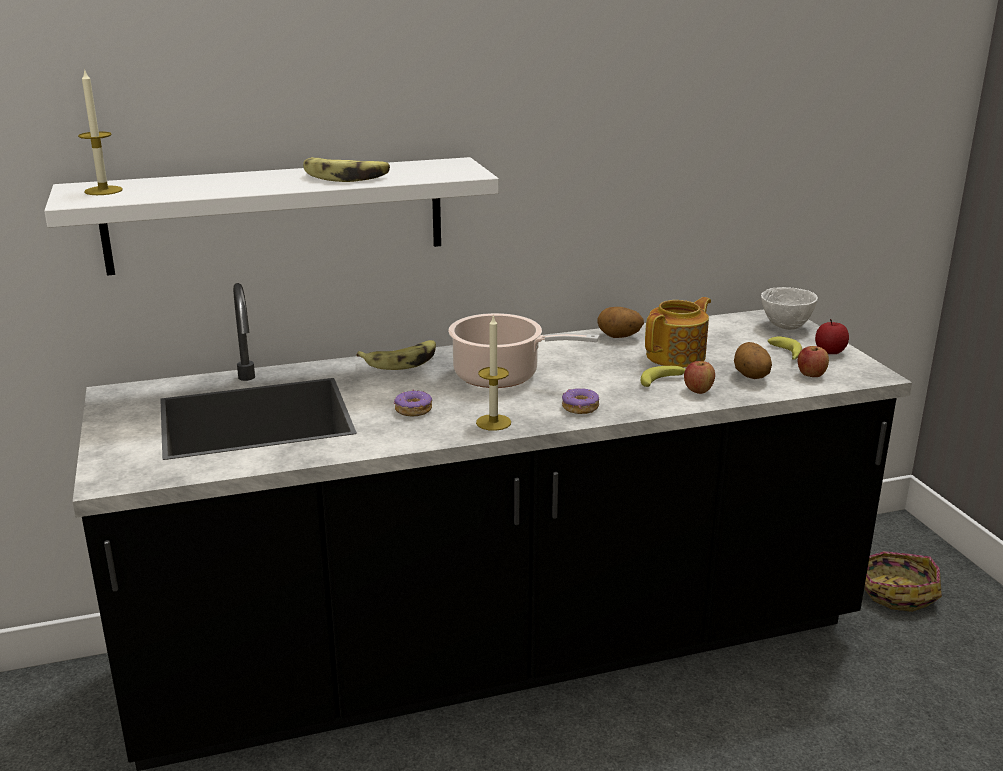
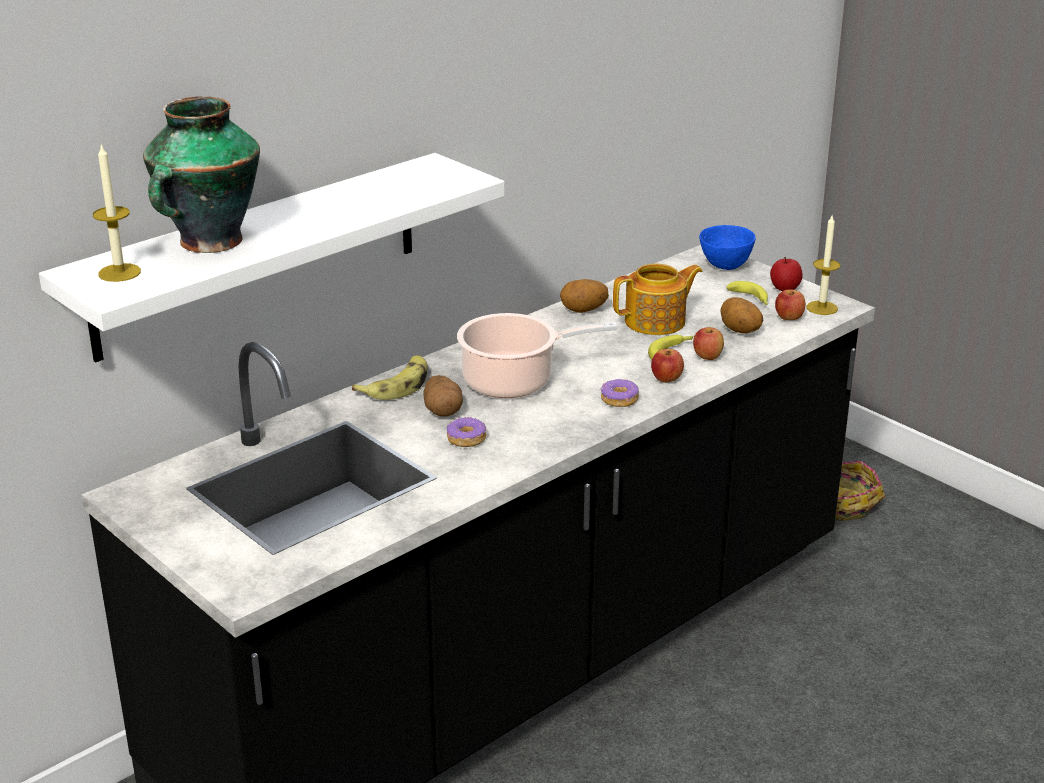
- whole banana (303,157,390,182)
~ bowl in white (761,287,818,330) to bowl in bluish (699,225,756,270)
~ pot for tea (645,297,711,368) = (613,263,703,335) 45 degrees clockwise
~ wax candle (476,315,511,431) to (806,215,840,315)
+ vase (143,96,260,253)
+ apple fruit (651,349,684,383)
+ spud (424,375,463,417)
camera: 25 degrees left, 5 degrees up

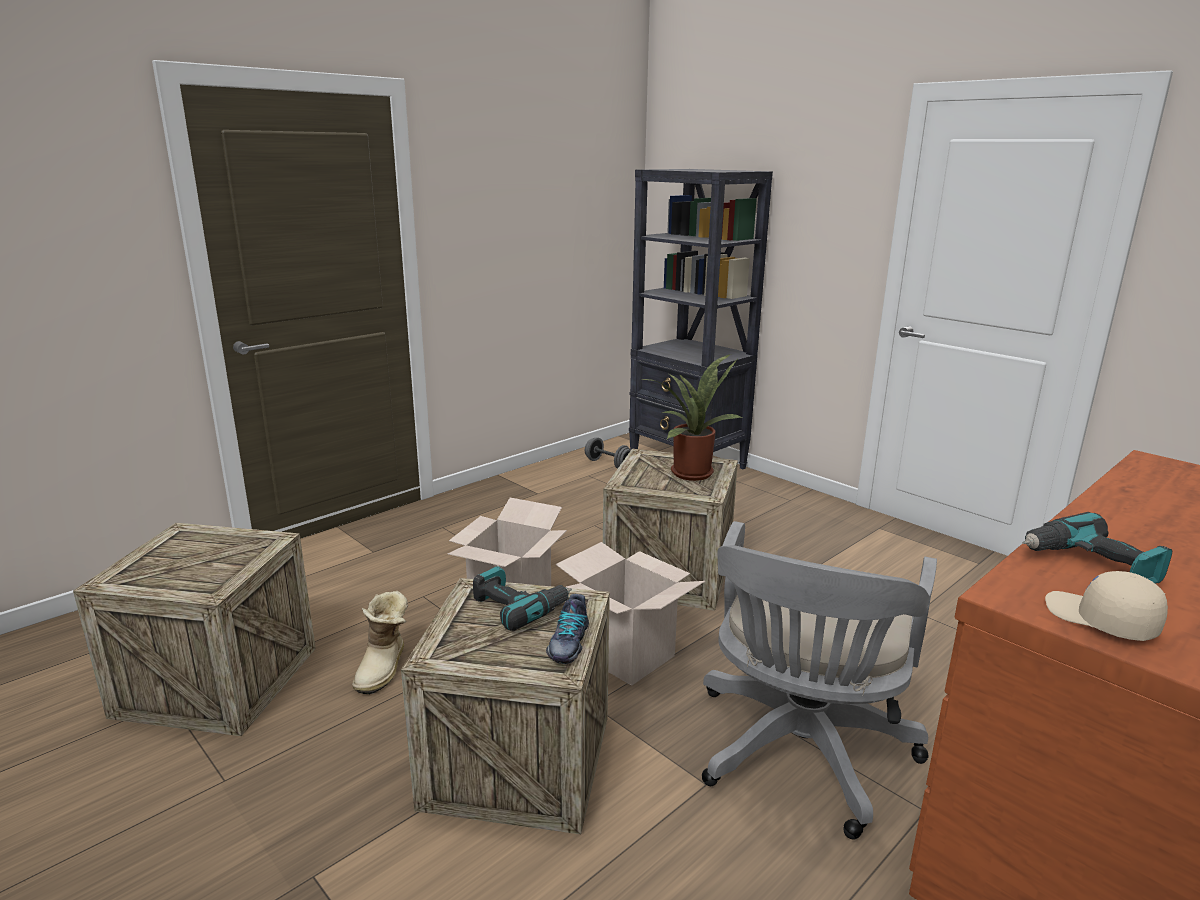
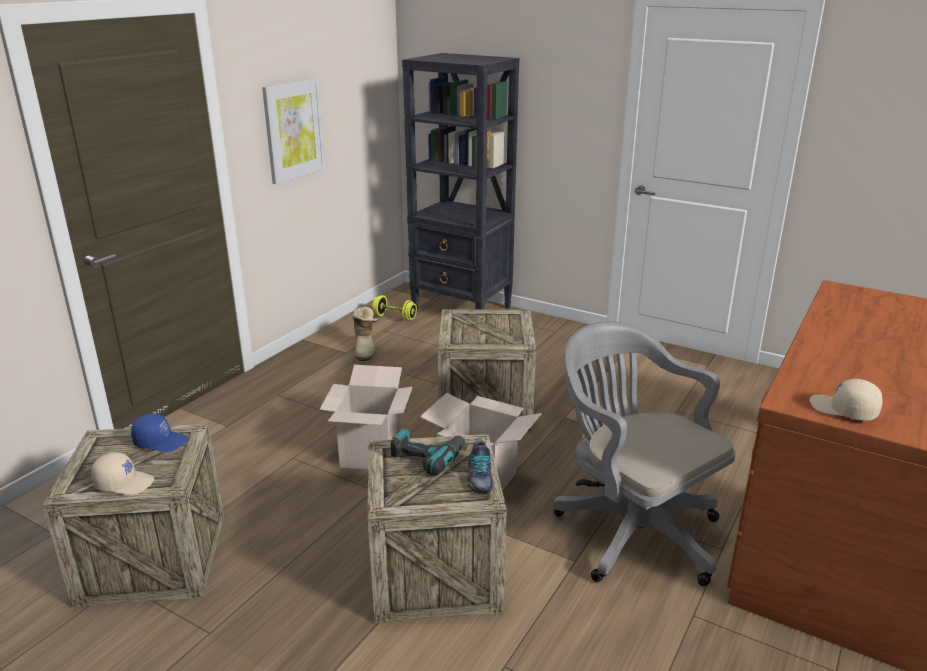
- plant in a pot (643,354,742,481)
~ free weight in greyish (585,437,631,469) to free weight in yellow (372,295,417,321)
- drill (1023,512,1172,584)
~ office chair in greyish (702,521,937,839) = (553,321,735,586) 135 degrees clockwise
~ boot (352,591,408,695) to (353,306,378,361)
+ wall picture (262,78,326,184)
+ baseball cap in bluish (131,413,188,452)
+ baseball cap in beige (92,452,154,495)
camera: 15 degrees left, 5 degrees up

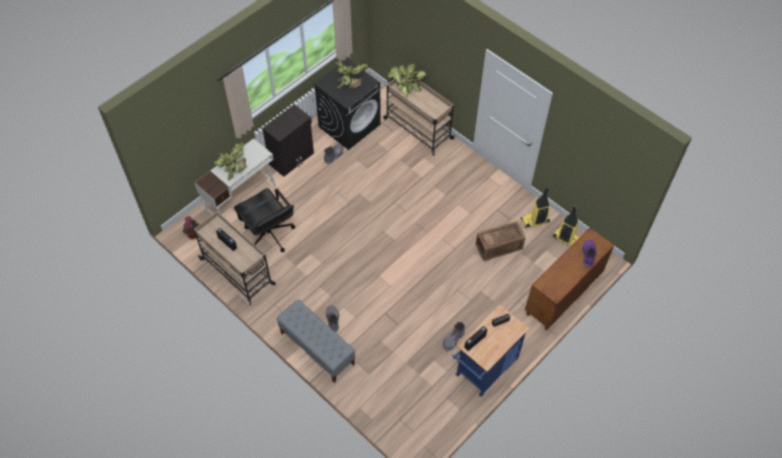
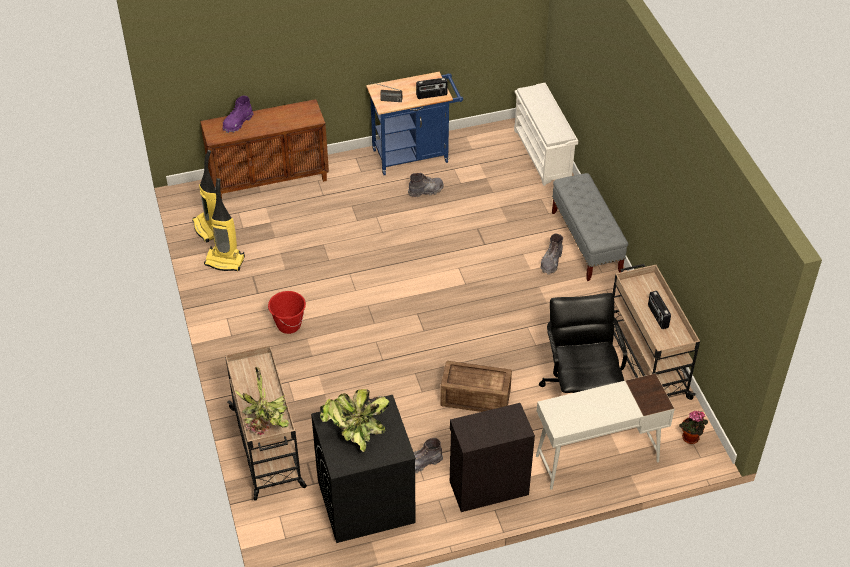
- plant in a pot (214,141,247,181)
~ shipping crate (476,221,525,261) to (440,361,512,412)
+ shoe rack in white (514,83,578,186)
+ bucket in red-coloured (268,291,306,334)
camera: 150 degrees left, 10 degrees down

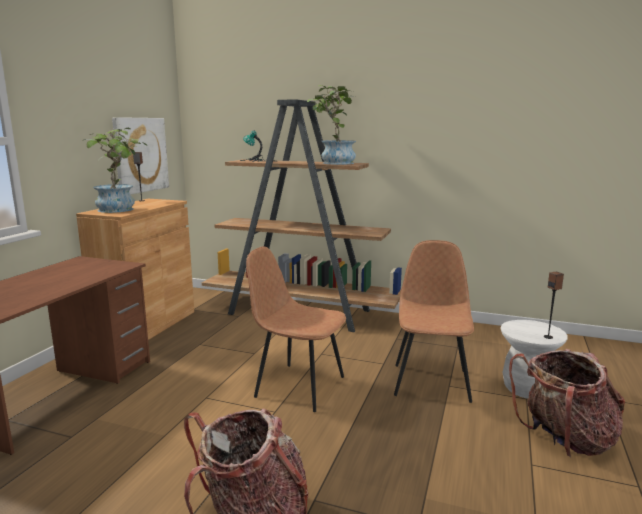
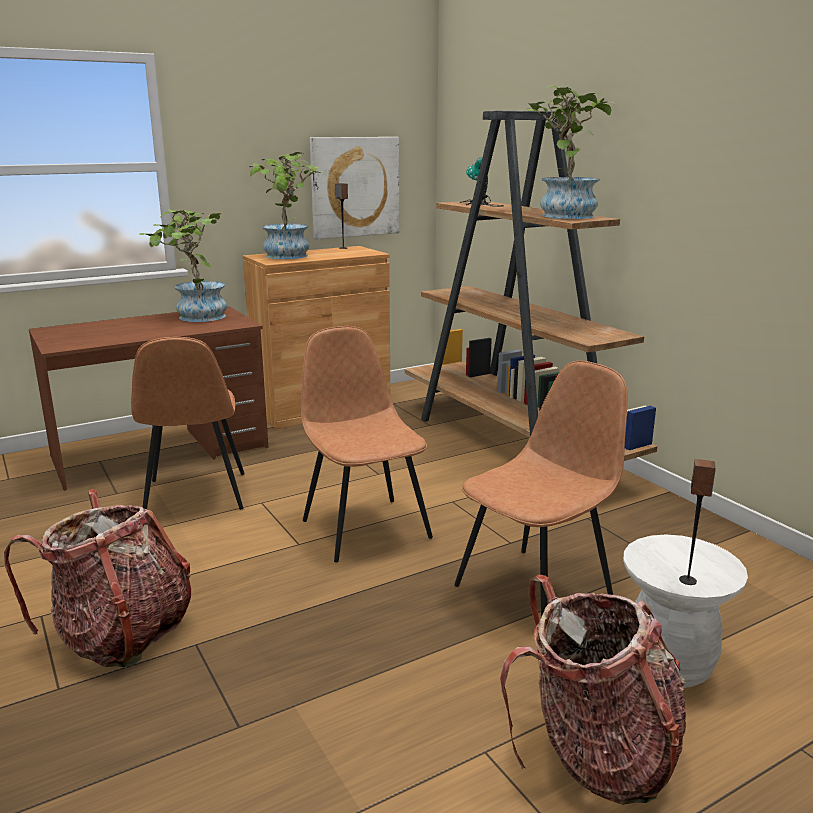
+ plant in a pot (140,209,227,322)
+ plain chair in brown-coloured (131,337,245,510)
camera: 40 degrees right, 5 degrees up

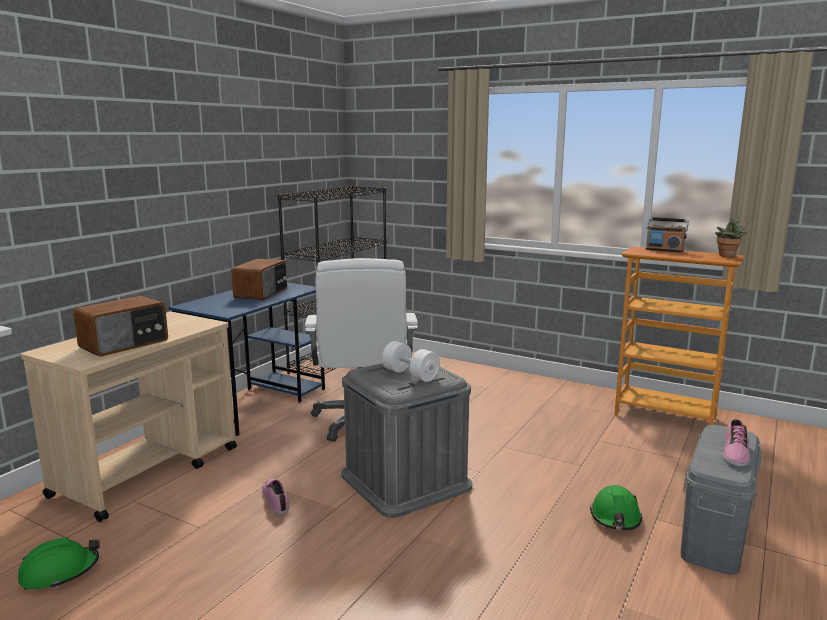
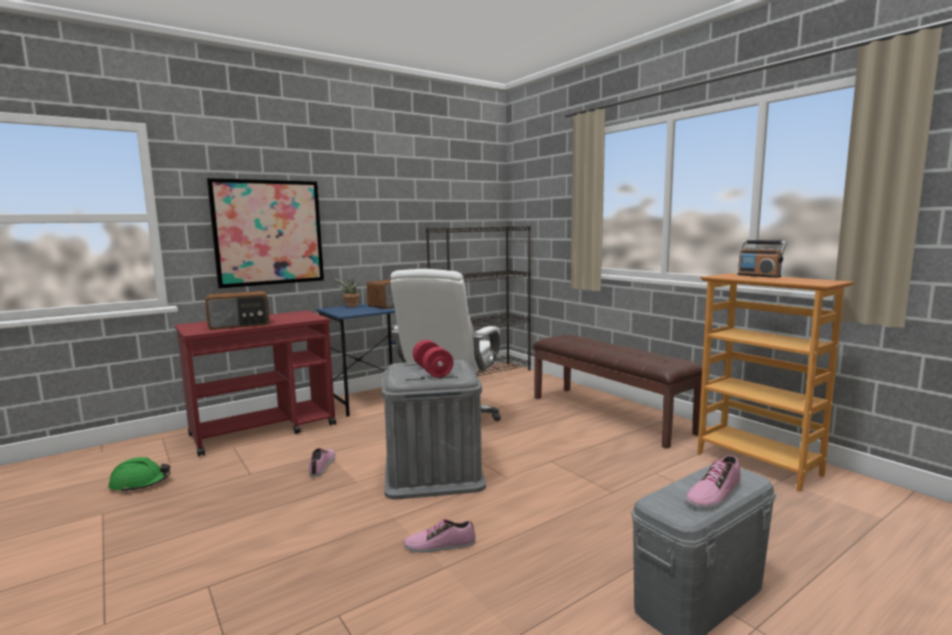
~ plant in a pot (715,216,748,257) to (332,277,361,307)
~ wheeled cart in beige (21,312,237,522) to wheeled cart in red-coloured (175,311,336,457)
~ free weight in white (382,341,440,382) to free weight in red-coloured (413,340,453,378)
- hard hat in green (590,485,642,530)
+ wall picture (207,178,324,288)
+ long seat in brown-coloured (533,335,703,449)
+ item of footwear (404,519,476,553)
camera: 25 degrees right, 5 degrees down

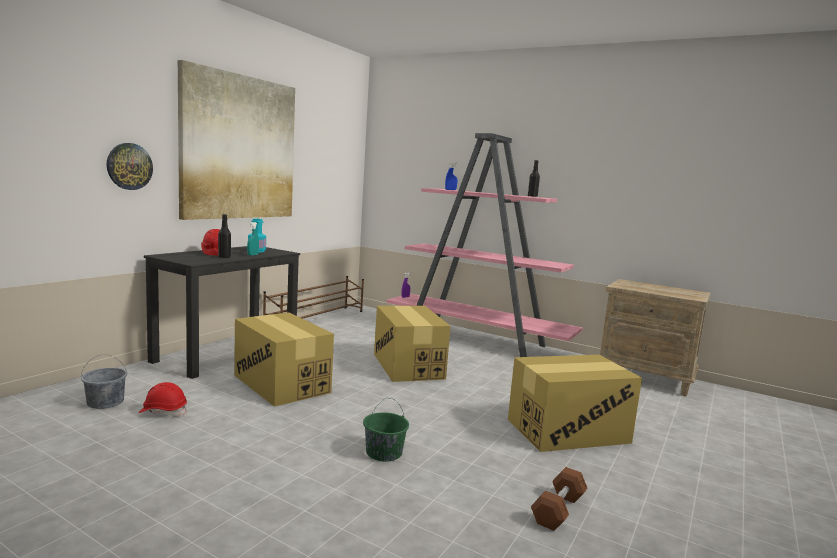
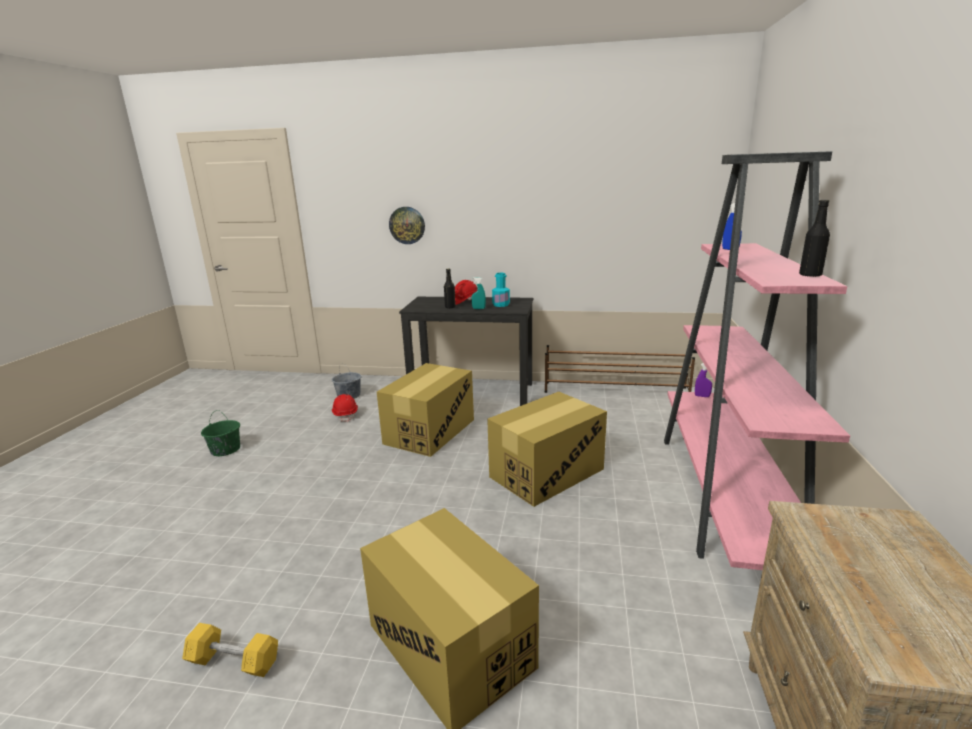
- wall picture (178,60,295,220)
~ bucket in green (363,398,409,462) to (201,410,240,456)
~ free weight in brown-coloured (531,467,587,531) to free weight in yellow (182,623,278,677)
camera: 70 degrees right, 10 degrees up

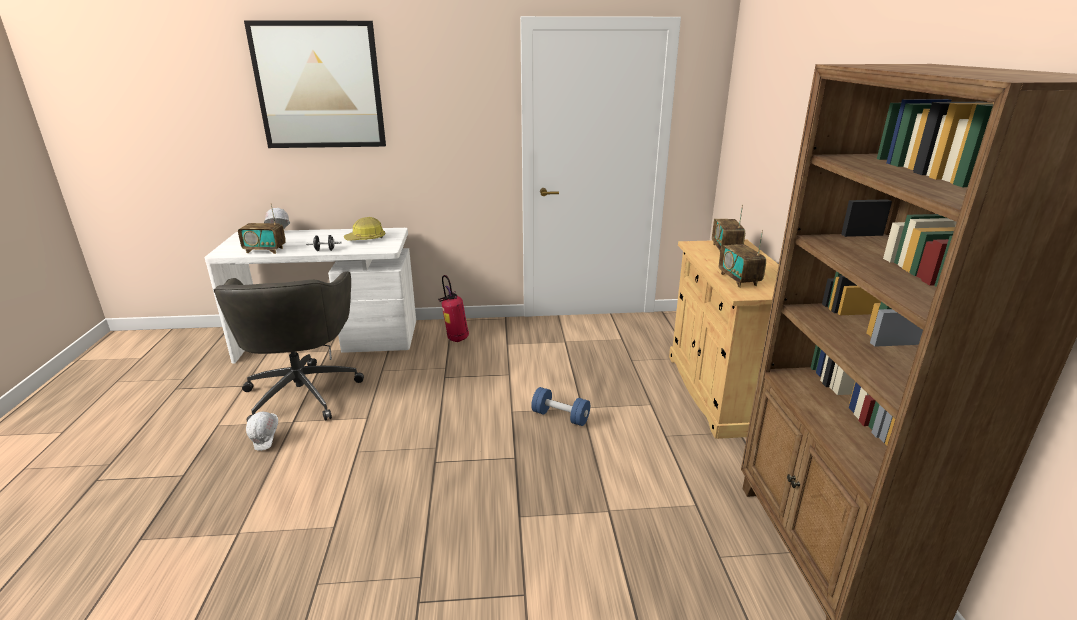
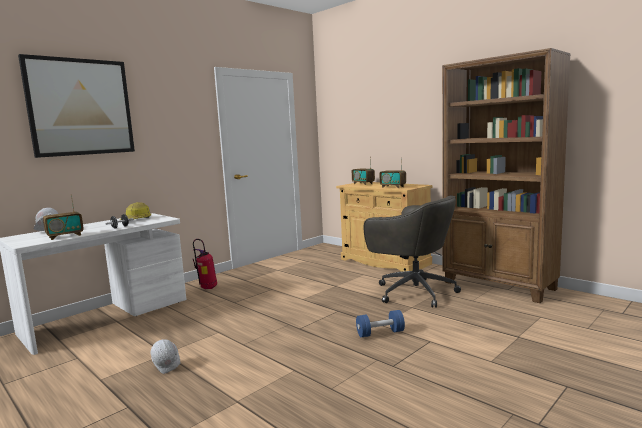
~ office chair in greyish (213,271,364,422) to (363,195,461,308)
~ free weight in bluish (531,387,590,426) to (356,310,405,337)
camera: 40 degrees left, 15 degrees down

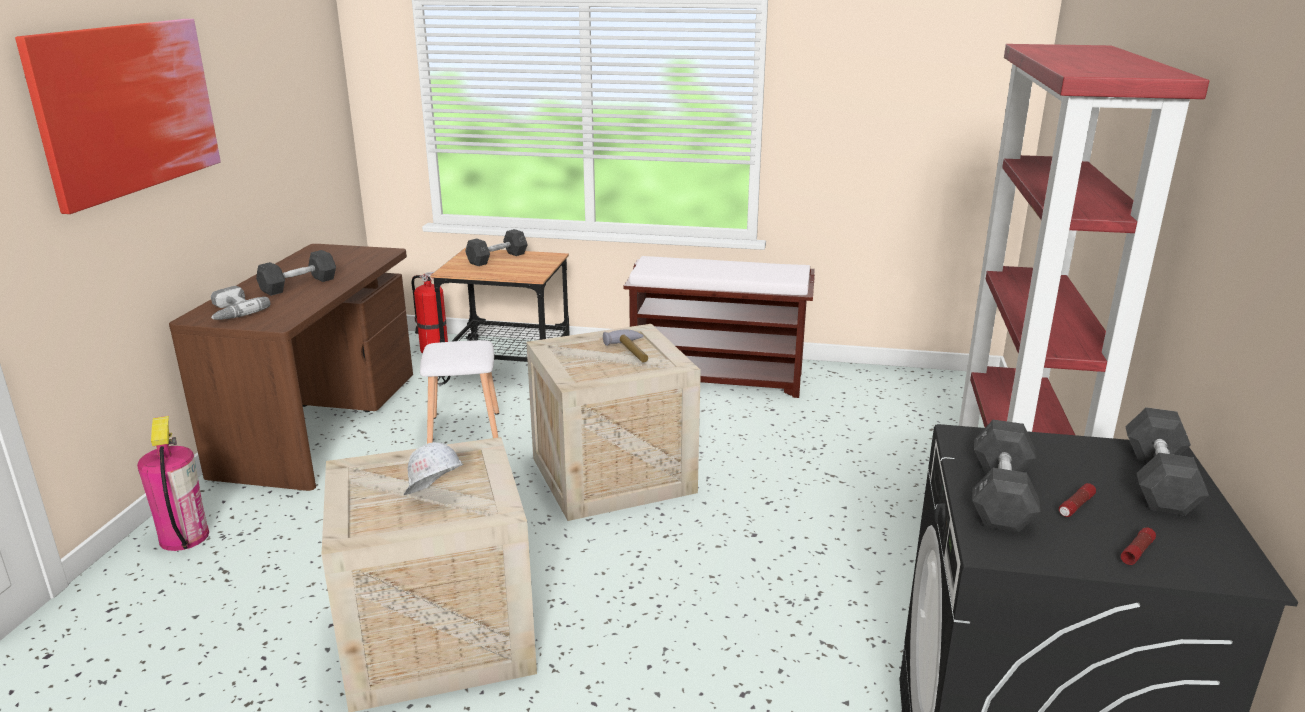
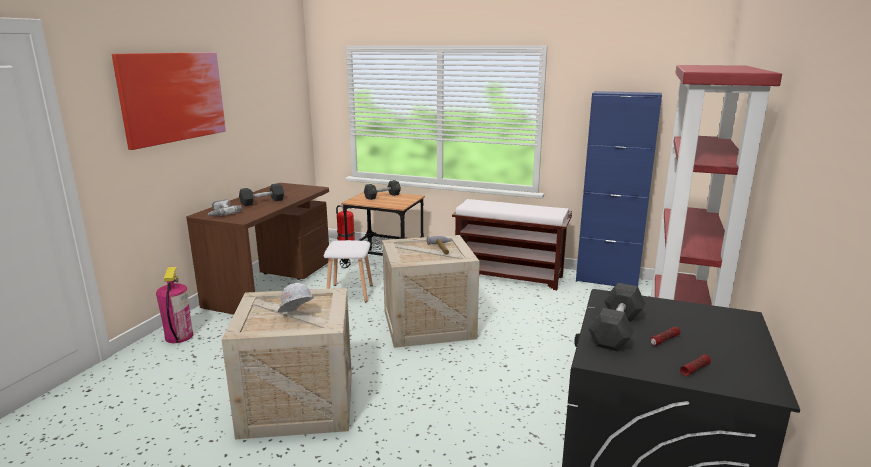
- free weight in greyish (1126,407,1209,516)
+ cupboard in bluish (576,91,662,286)
camera: 10 degrees right, 5 degrees down

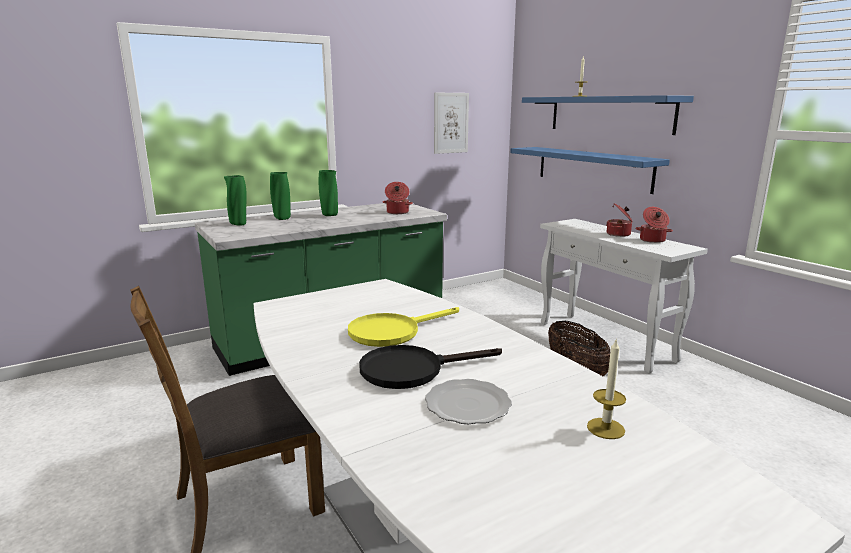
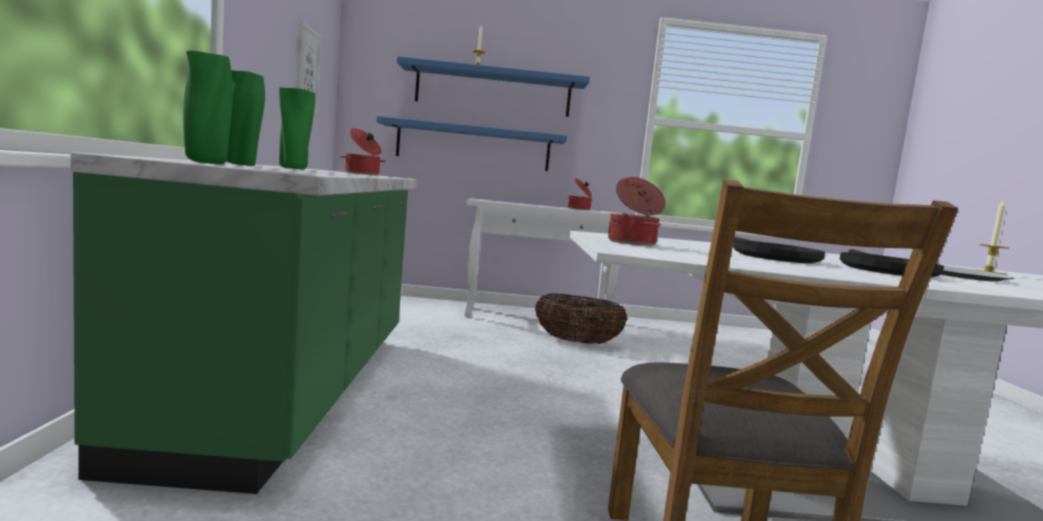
~ stockpot (606,203,632,237) to (608,177,666,246)
~ frying pan in yellow (348,307,459,347) to frying pan in black-coloured (733,237,825,263)
camera: 60 degrees left, 10 degrees down

